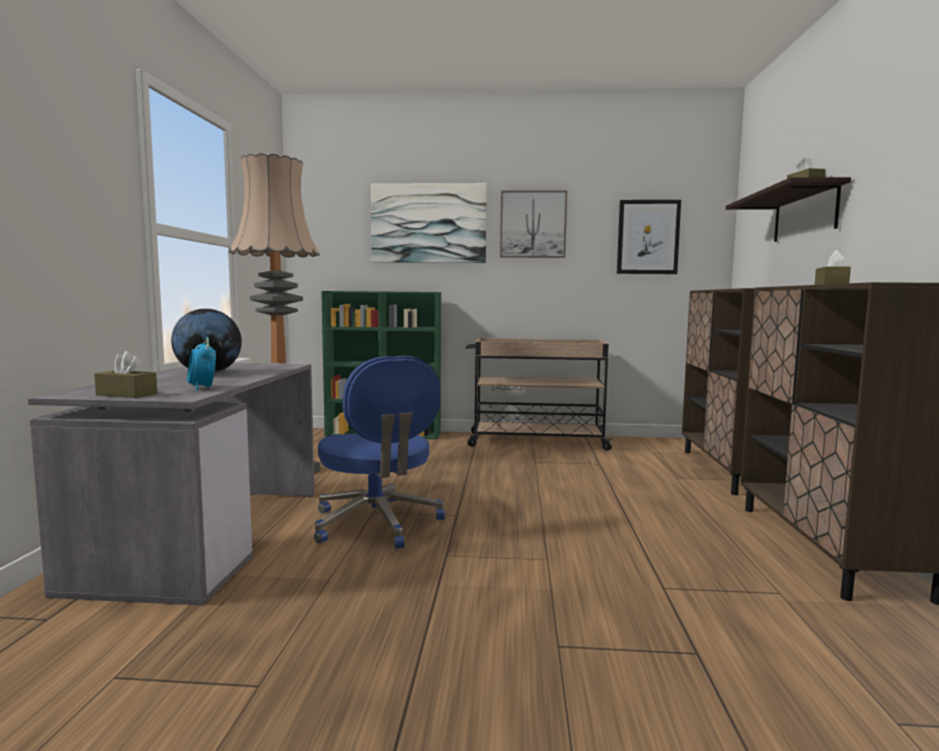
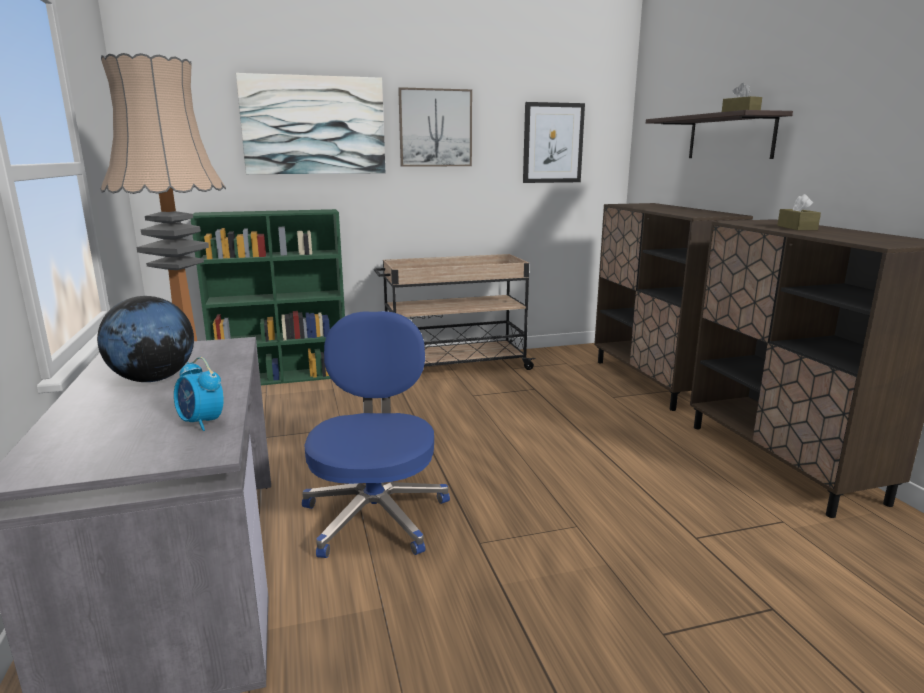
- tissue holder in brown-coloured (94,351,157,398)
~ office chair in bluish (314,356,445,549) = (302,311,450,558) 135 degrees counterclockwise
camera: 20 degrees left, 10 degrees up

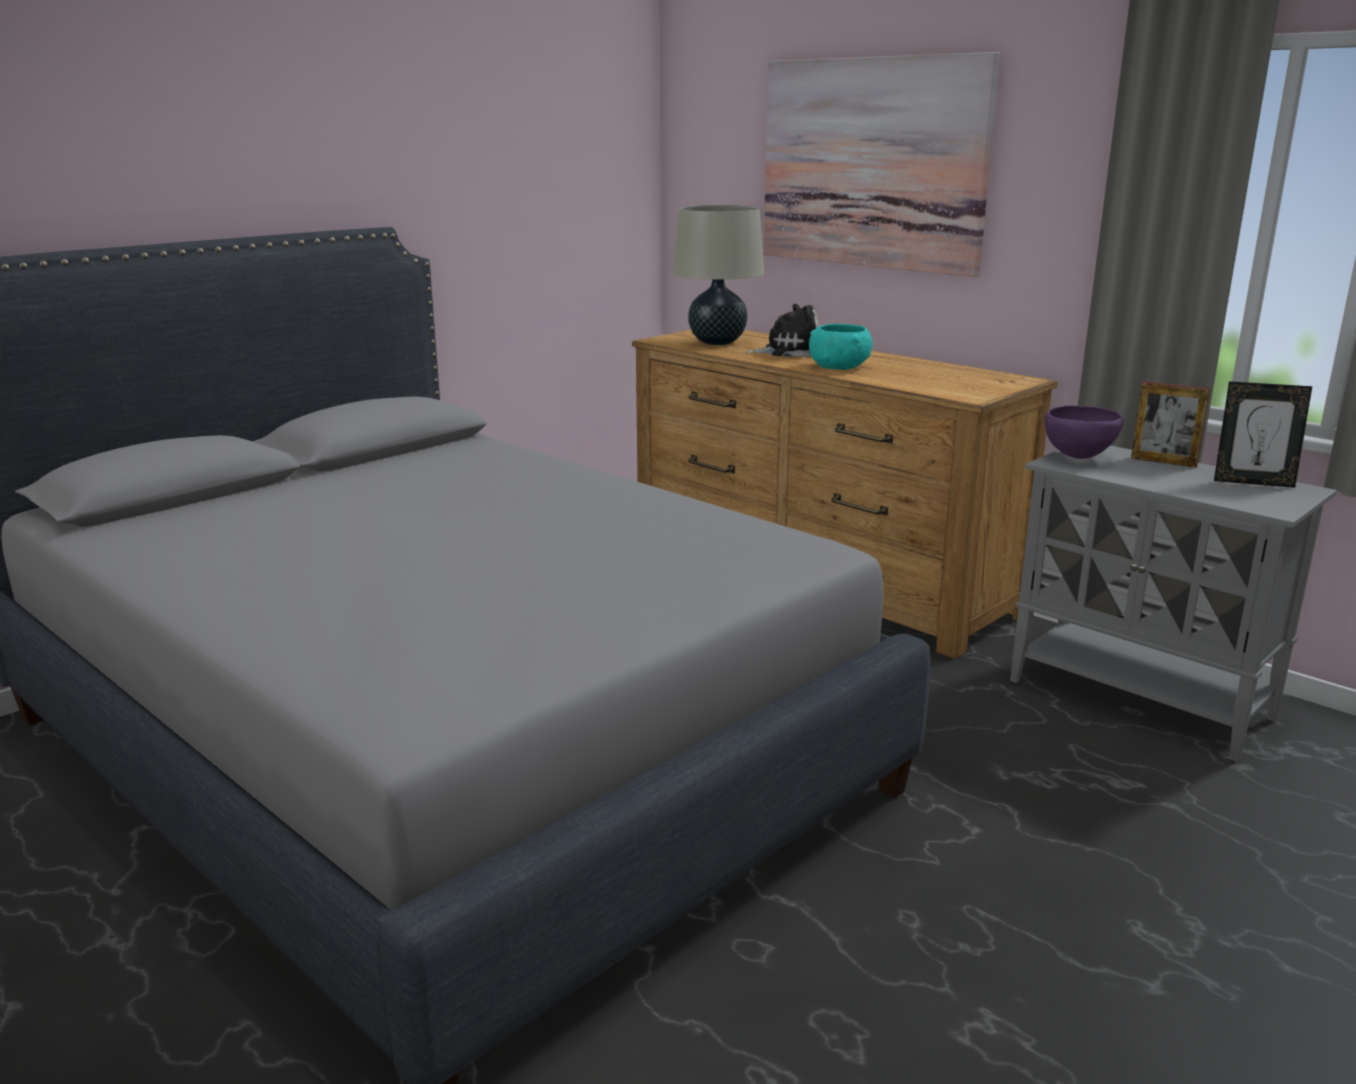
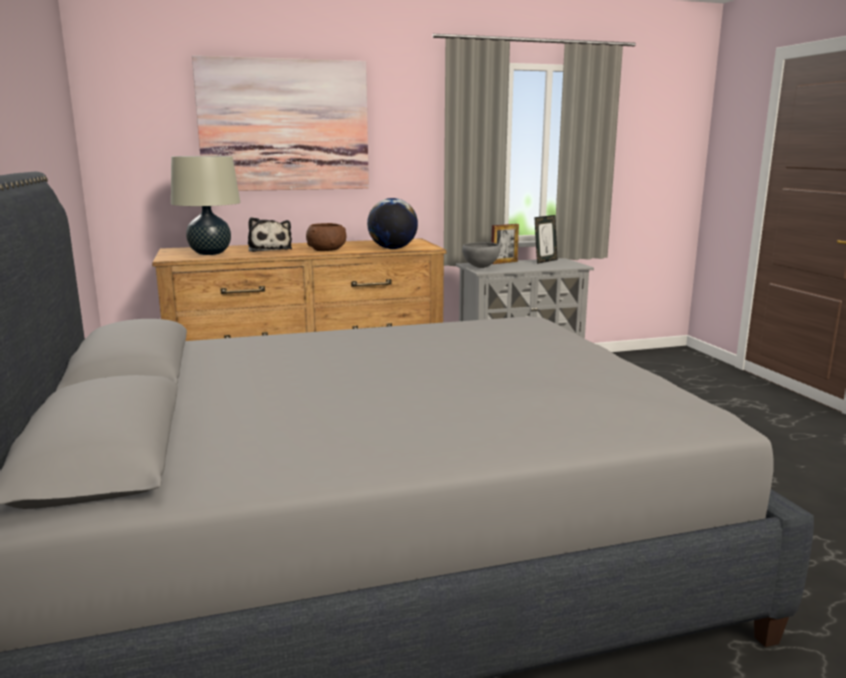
~ cuddly toy (745,304,819,357) = (248,217,292,252) 135 degrees clockwise
~ bowl in turquoise (809,324,872,370) to bowl in brown-coloured (306,223,346,251)
~ bowl in purple-coloured (1044,405,1123,459) to bowl in greyish (462,242,501,268)
+ world globe (367,198,418,249)
camera: 60 degrees left, 5 degrees down

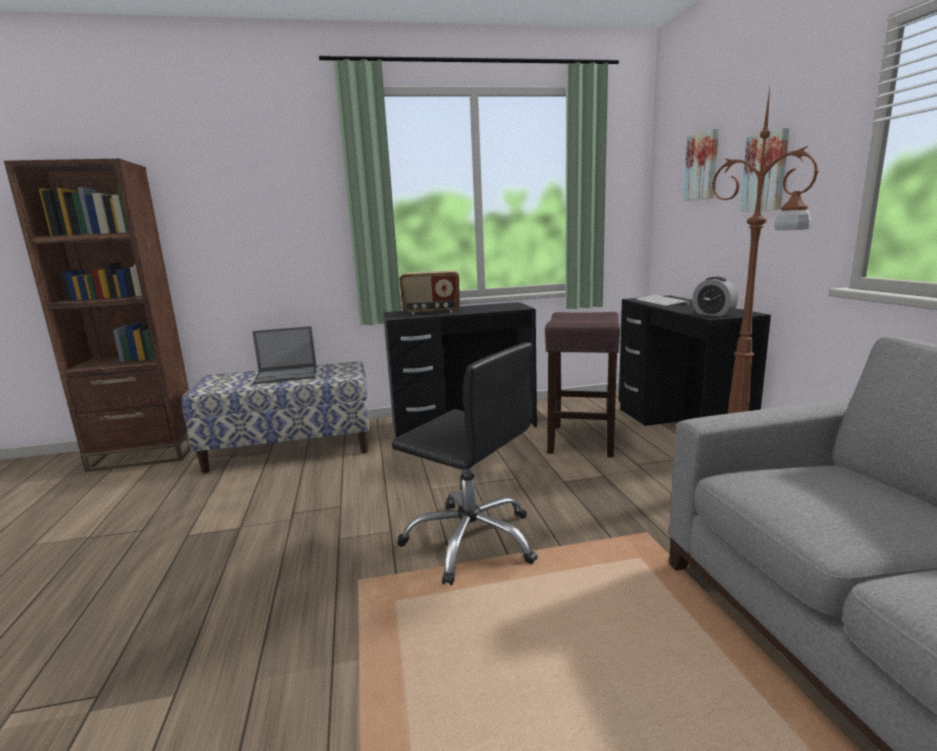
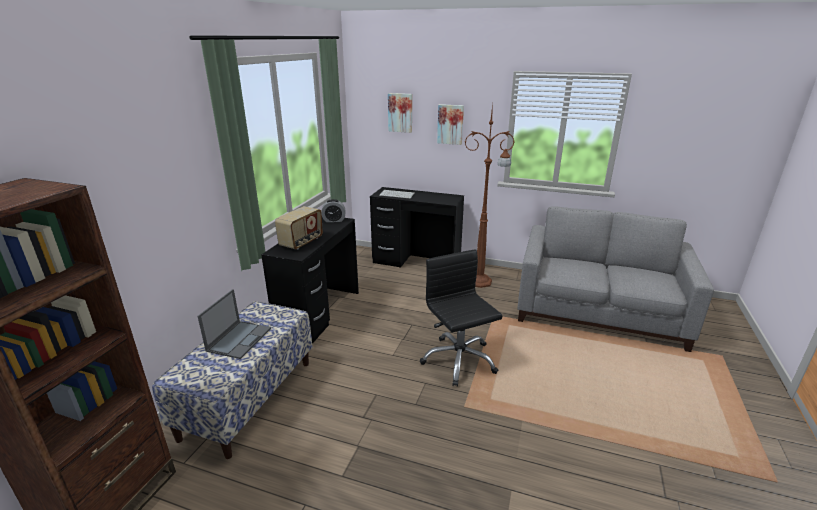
~ bedside clock (692,277,738,317) to (321,199,346,222)
- stool seat in brown-coloured (545,312,620,457)
~ office chair in black-coloured (392,342,538,585) = (420,249,502,387) 90 degrees counterclockwise
camera: 60 degrees left, 10 degrees up

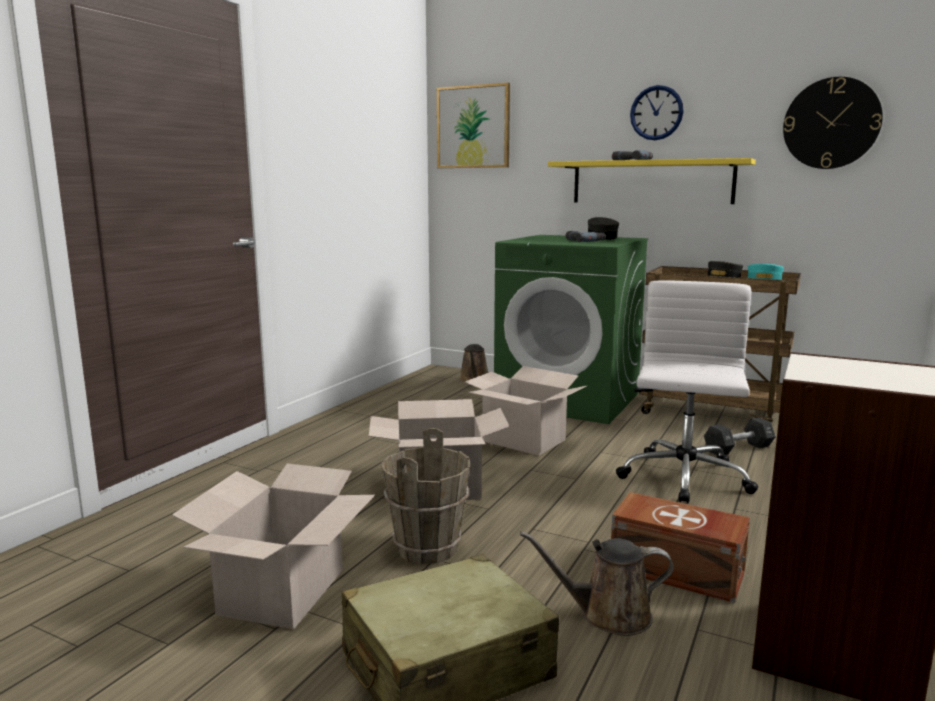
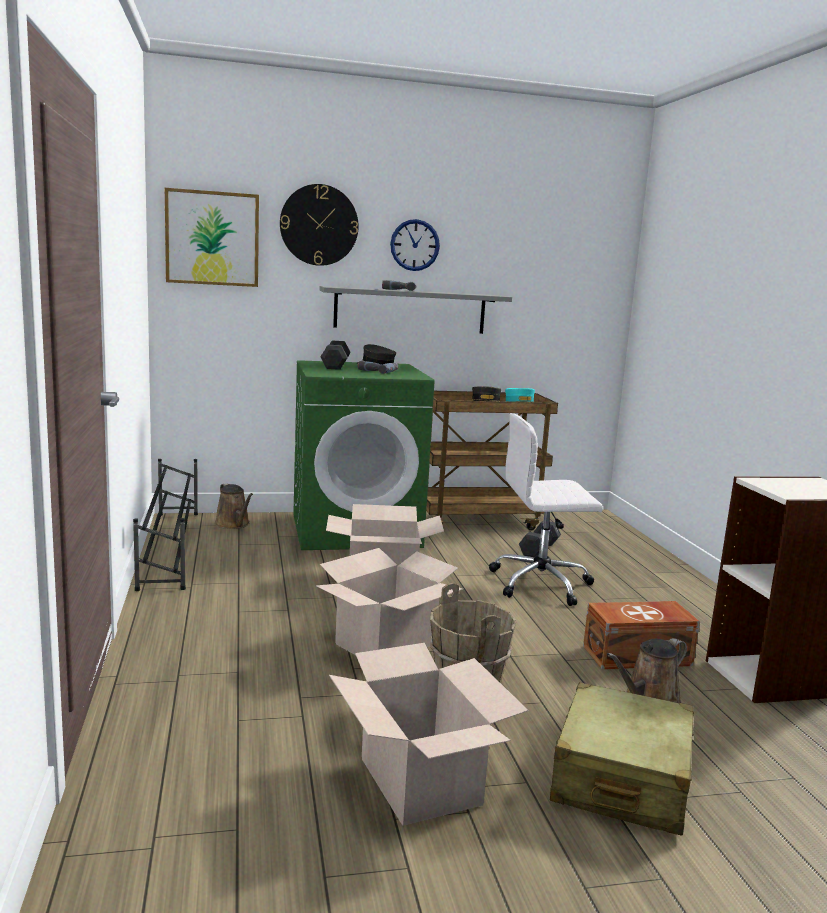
~ clock on the wall (783,77,883,169) to (280,184,359,266)
~ wall shelf in yellow (548,158,756,204) to wall shelf in greyish (319,286,512,334)
~ office chair in white (616,280,758,503) = (489,413,603,606) 75 degrees counterclockwise
+ free weight in black-coloured (320,340,351,370)
+ shoe rack in black-coloured (133,459,198,591)
camera: 40 degrees left, 0 degrees up

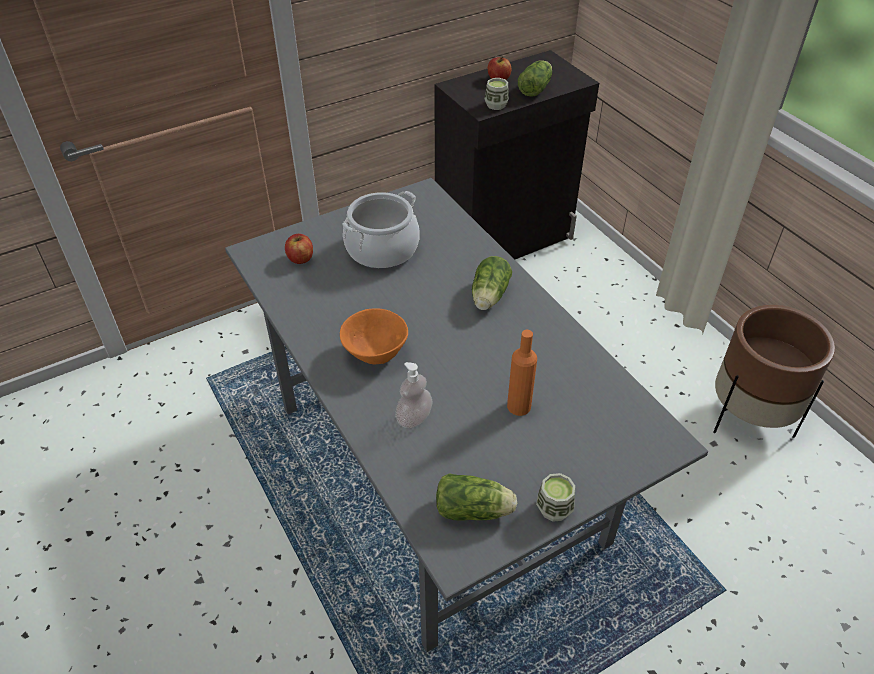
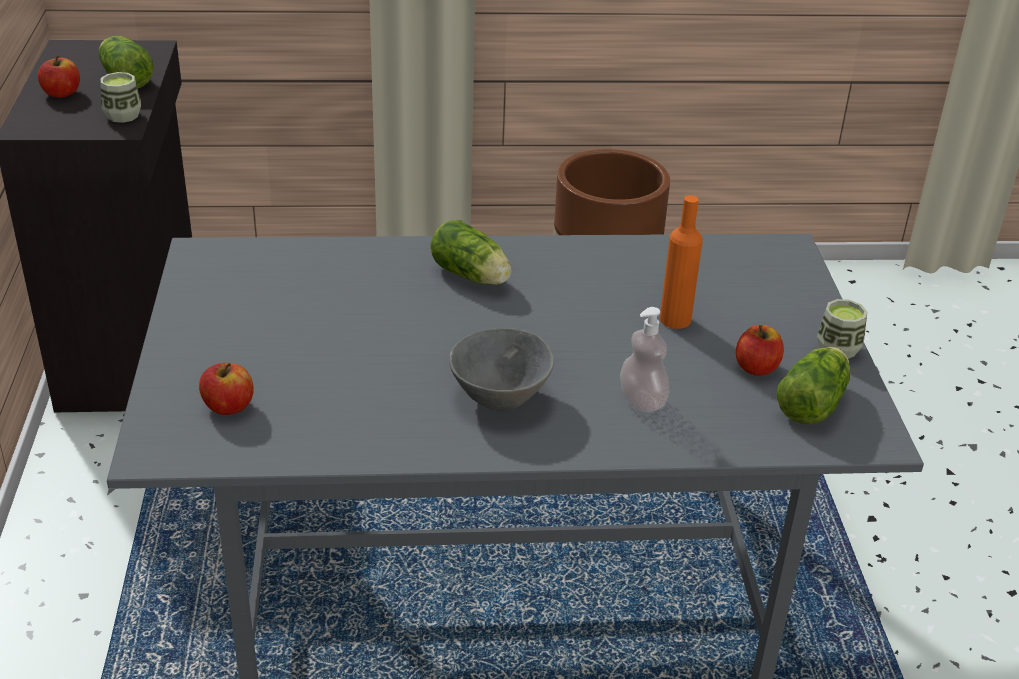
- stockpot (342,191,420,269)
~ bowl in orange-coloured (340,309,408,364) to bowl in greyish (449,328,554,411)
+ apple fruit (736,325,784,376)
camera: 65 degrees left, 10 degrees down

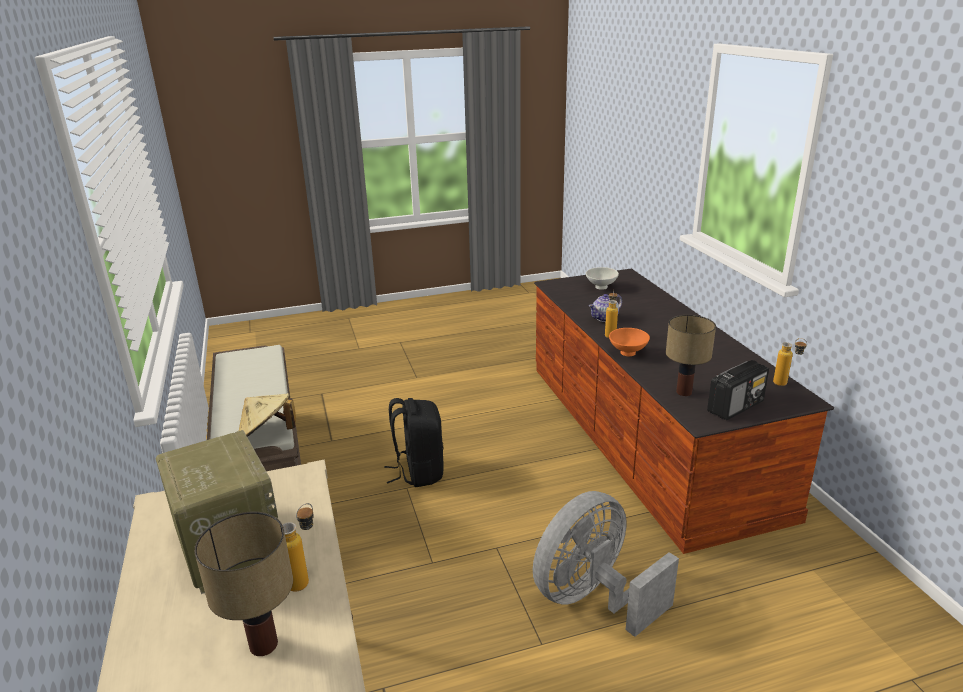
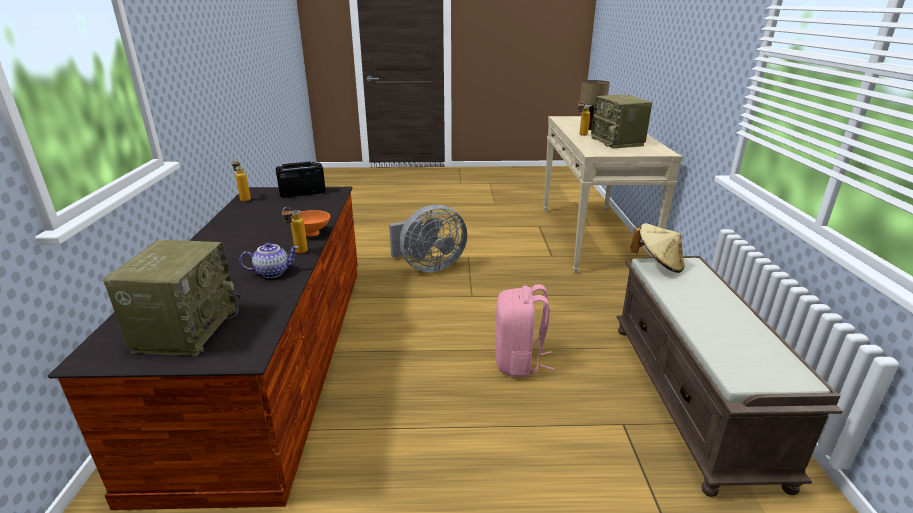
~ bowl in white (586,267,619,290) to radio (103,240,240,356)
- tabletop lamp (666,315,716,396)
~ rucksack in black-coloured (384,398,444,487) to rucksack in pinkish (495,284,554,377)
camera: 165 degrees left, 0 degrees up

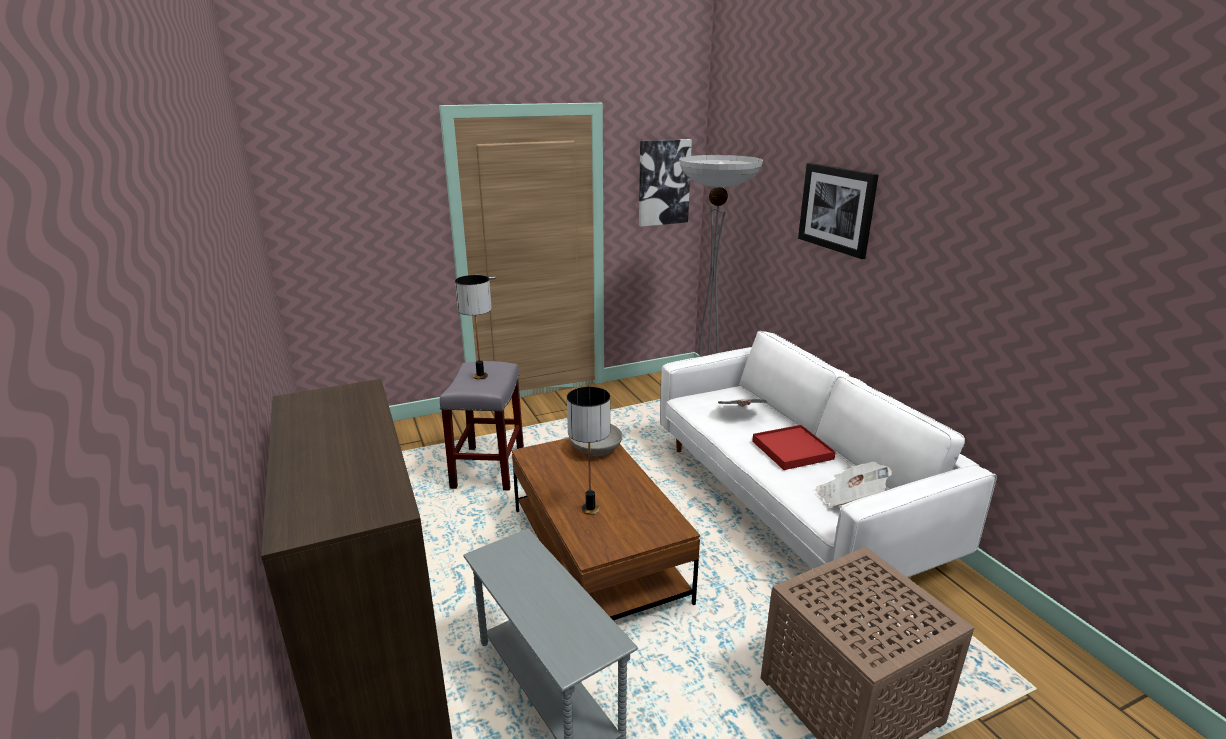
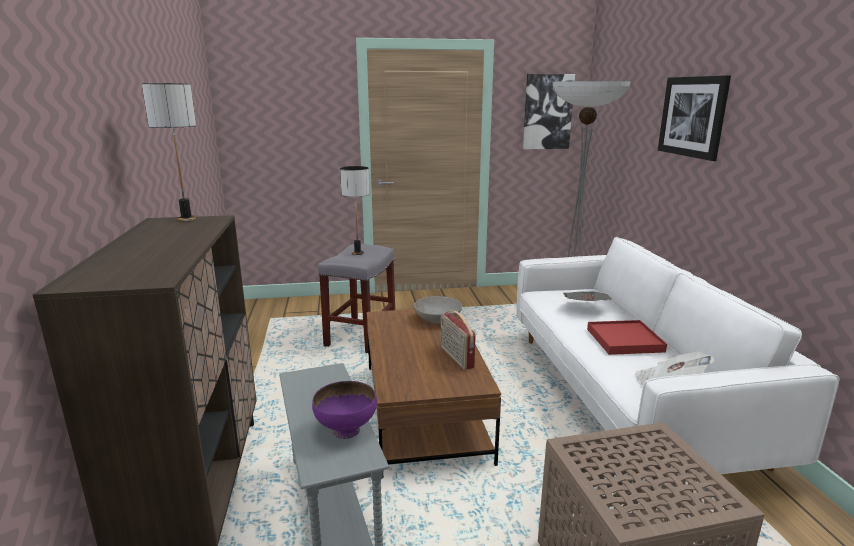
~ tabletop lamp (567,387,610,515) to (142,83,197,222)
+ radio (441,311,476,370)
+ bowl in purple-coloured (312,381,377,439)
camera: 15 degrees right, 5 degrees down

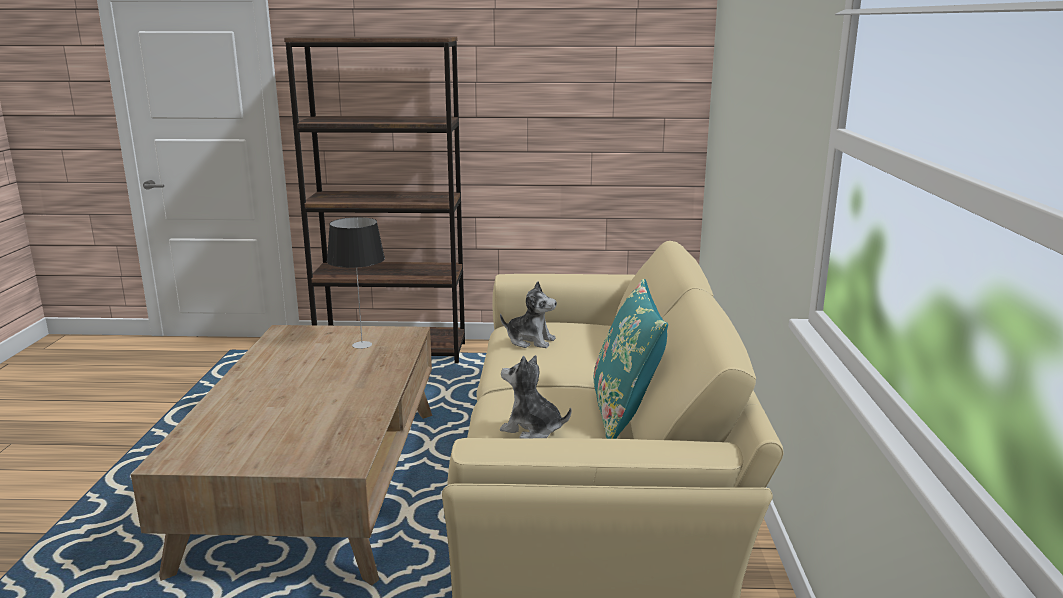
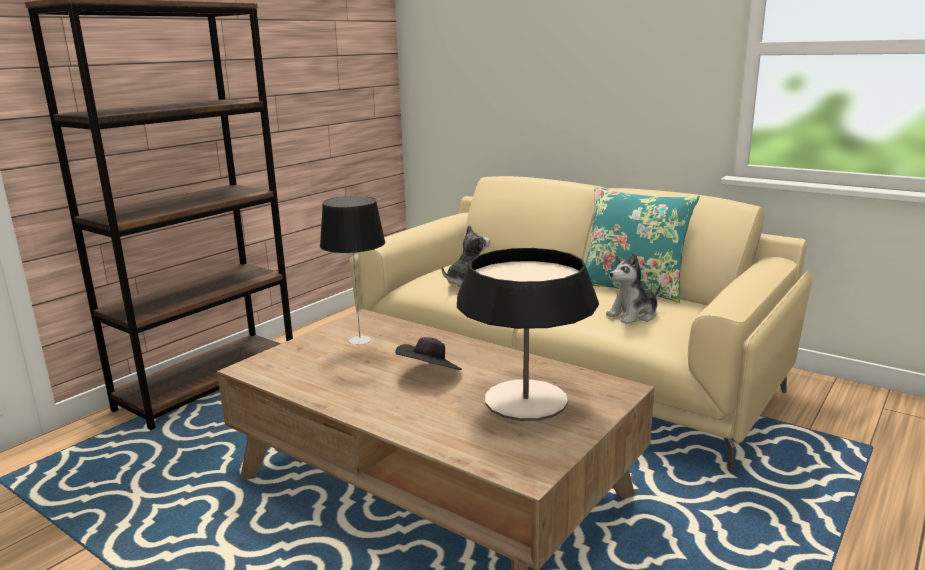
+ tabletop lamp (457,248,599,421)
+ hat in black-coloured (395,337,462,370)
camera: 55 degrees left, 0 degrees up

